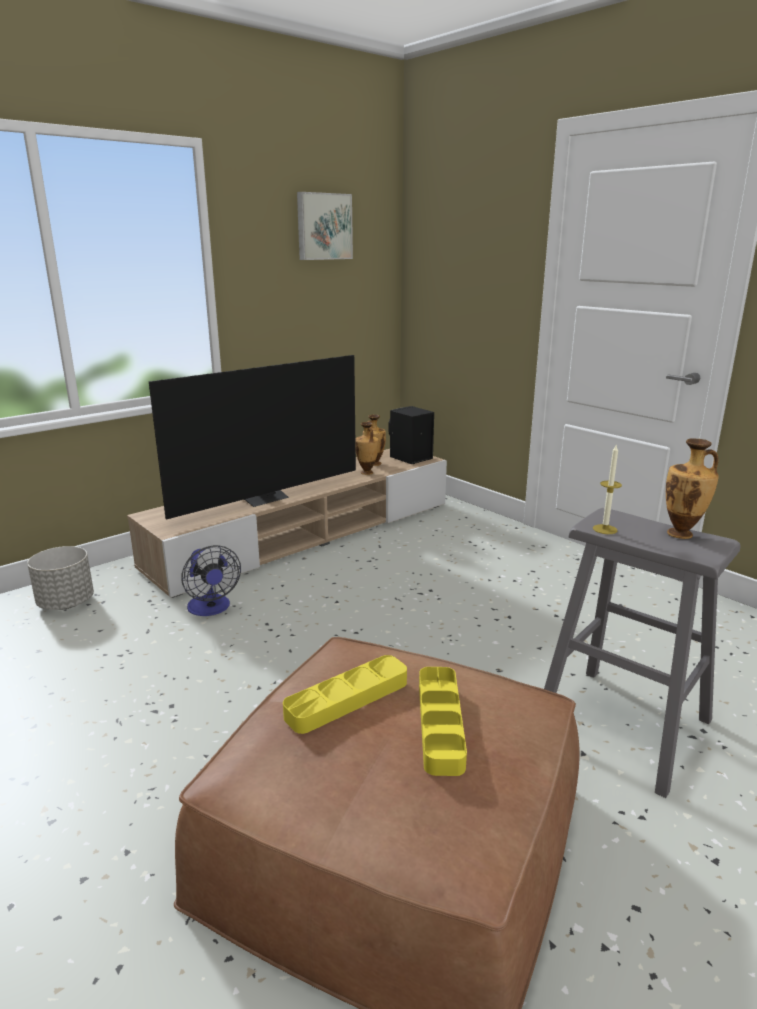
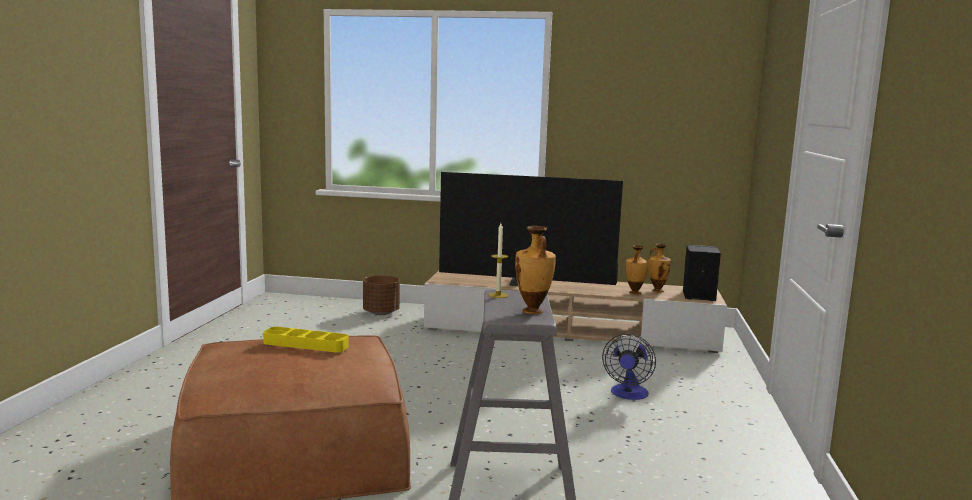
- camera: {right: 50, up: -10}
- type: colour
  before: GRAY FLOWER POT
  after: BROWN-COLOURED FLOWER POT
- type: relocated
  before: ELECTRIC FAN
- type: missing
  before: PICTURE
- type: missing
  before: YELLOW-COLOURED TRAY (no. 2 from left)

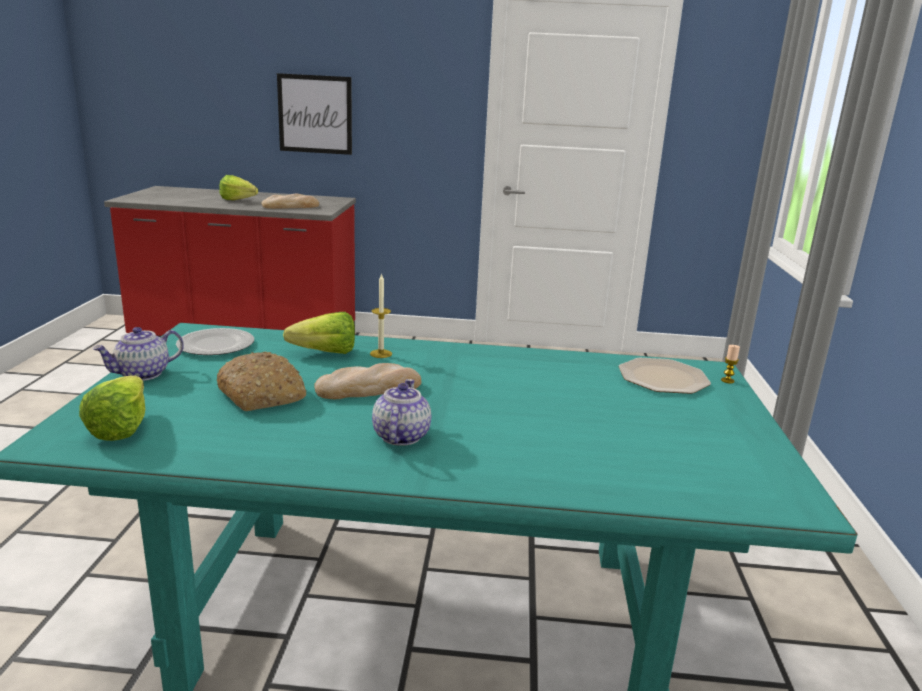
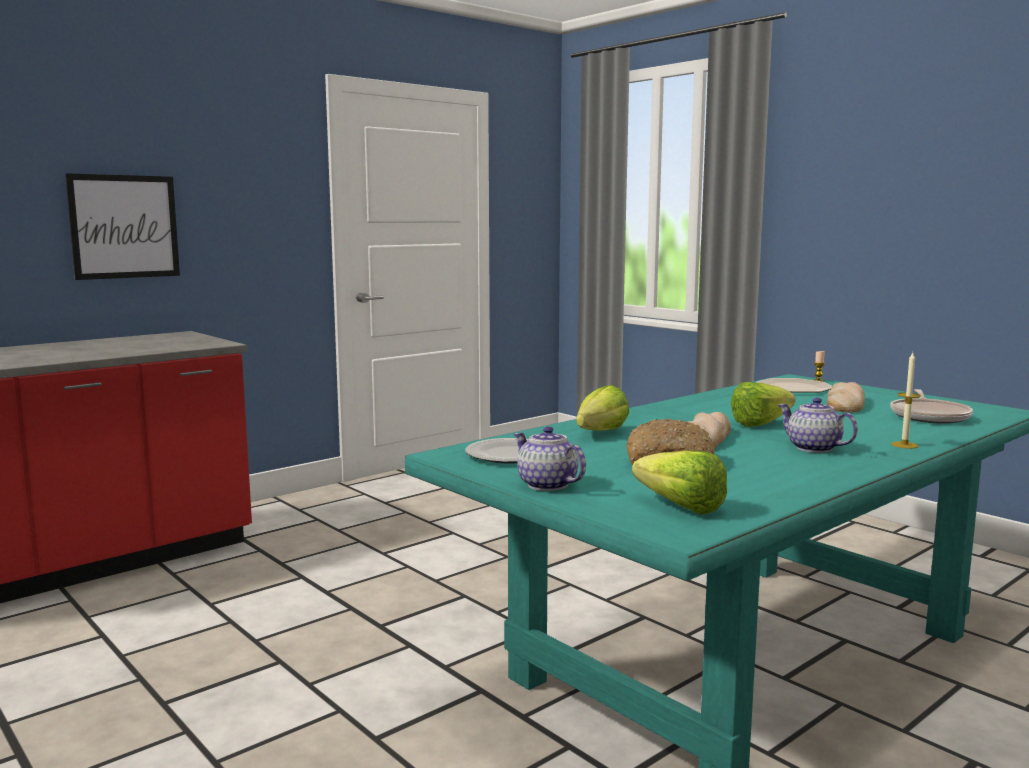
- camera: {right: -45, up: -10}
- type: spun
  before: POT FOR TEA (no. 1 from left)
  turn: 135
- type: relocated
  before: LETTUCE HEAD (no. 2 from left in the first image)
  after: LETTUCE HEAD (no. 3 from left)
- type: relocated
  before: BAKED BREAD (no. 2 from left in the first image)
  after: BAKED BREAD (no. 3 from left)
- type: appeared
  after: FRYING PAN
- type: relocated
  before: WAX LIGHT (no. 1 from left in the first image)
  after: WAX LIGHT (no. 2 from left)

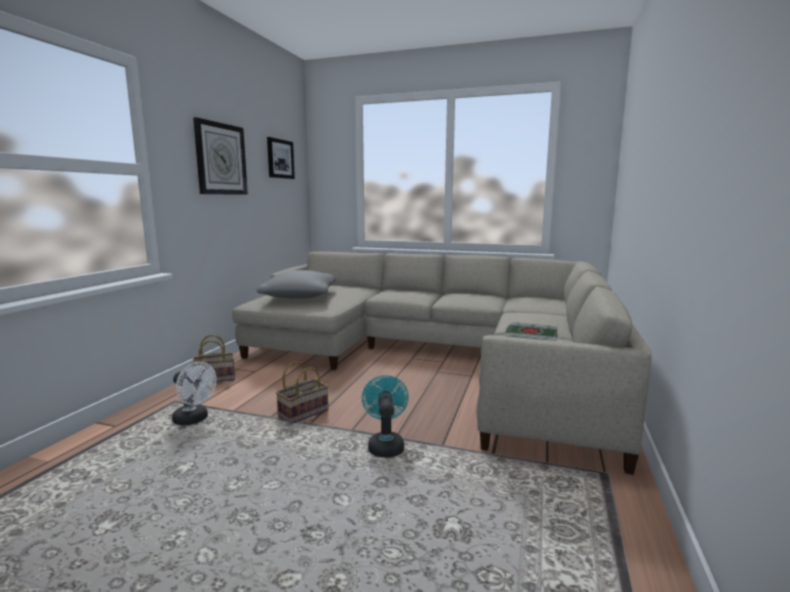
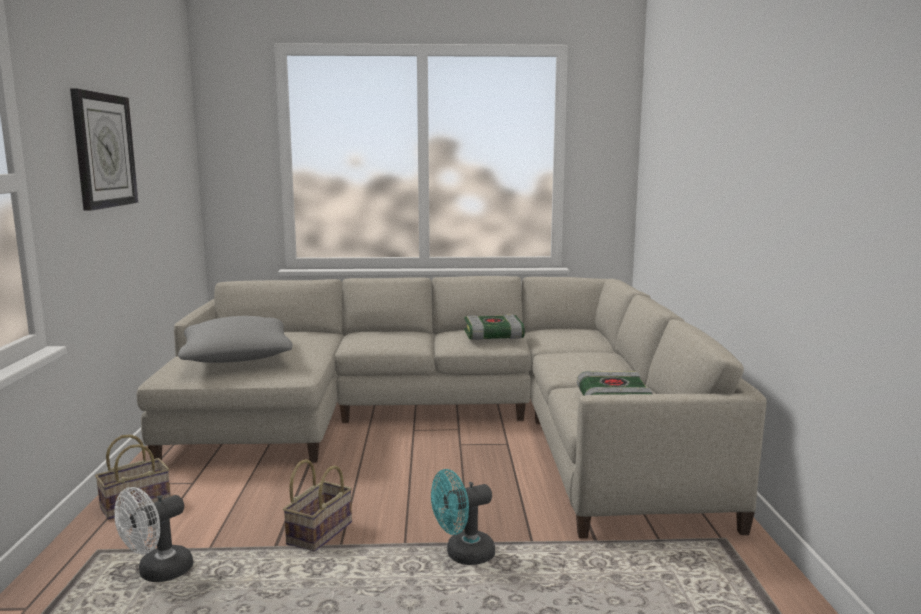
- camera: {right: -20, up: 0}
- type: spun
  before: WHITISH ELECTRIC FAN
  turn: 120
- type: spun
  before: TURQUOISE ELECTRIC FAN
  turn: -90
- type: appeared
  after: VOLUME (no. 1 from left)
- type: missing
  before: PICTURE

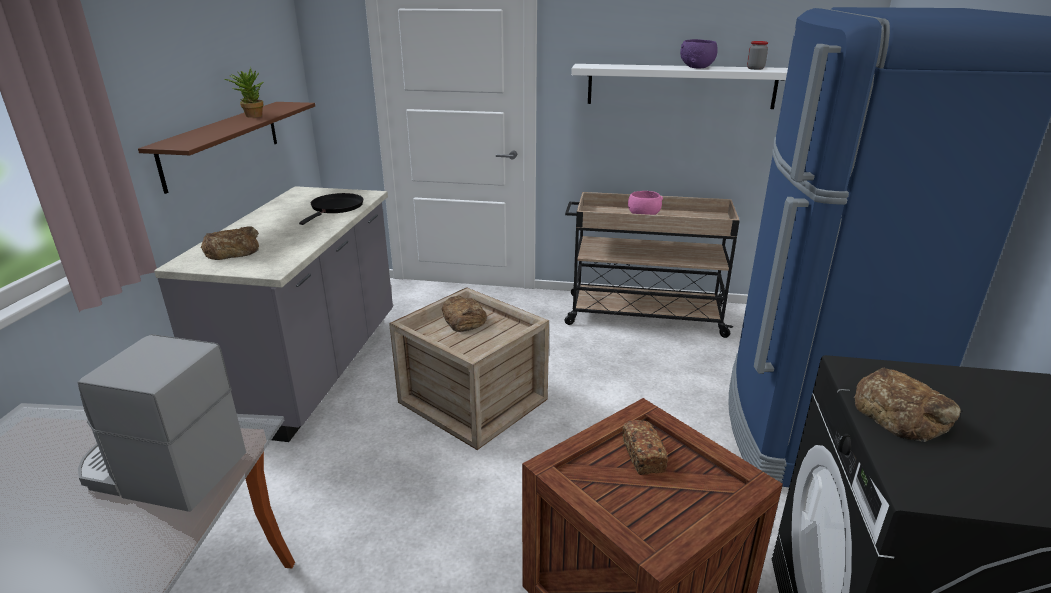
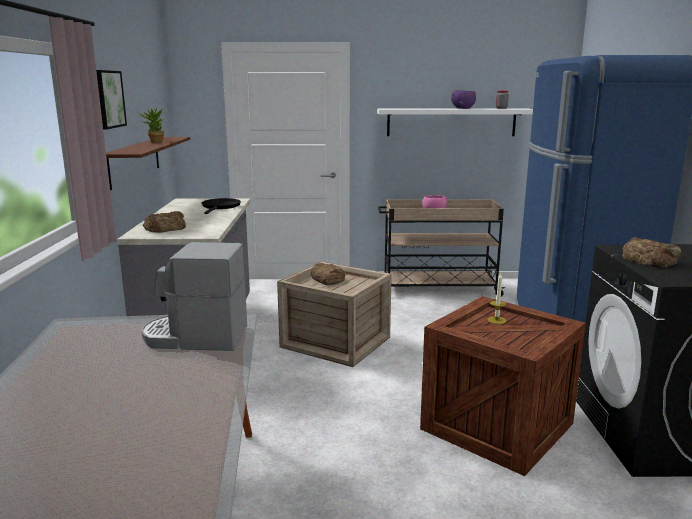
- camera: {right: -10, up: -10}
- type: appeared
  after: PICTURE
- type: exchanged
  before: BAKED BREAD (no. 3 from left)
  after: WAX LIGHT

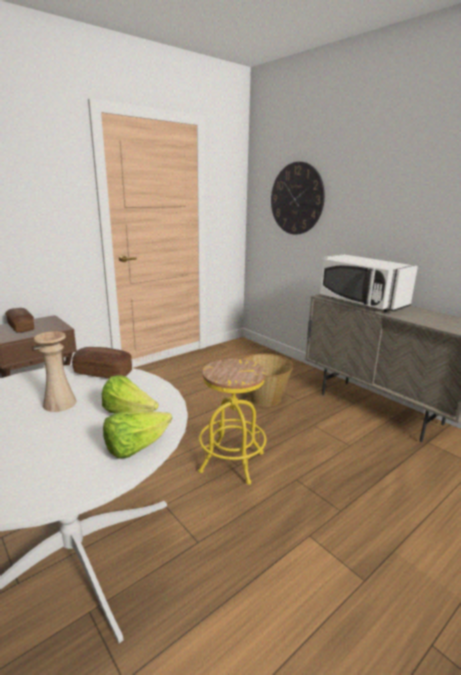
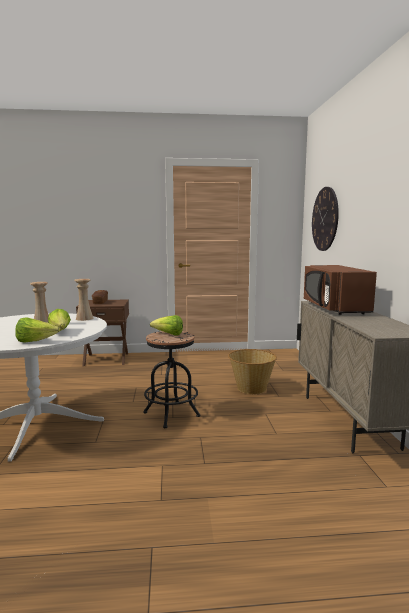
- camera: {right: 35, up: -10}
- type: exchanged
  before: BAKED BREAD (no. 2 from left)
  after: SAND-COLOURED FLOWER VASE (no. 2 from left)
- type: colour
  before: YELLOW-COLOURED STOOL SEAT
  after: BLACK STOOL SEAT
- type: appeared
  after: LETTUCE HEAD (no. 3 from left)
- type: colour
  before: WHITISH MICROWAVE
  after: BROWN-COLOURED MICROWAVE

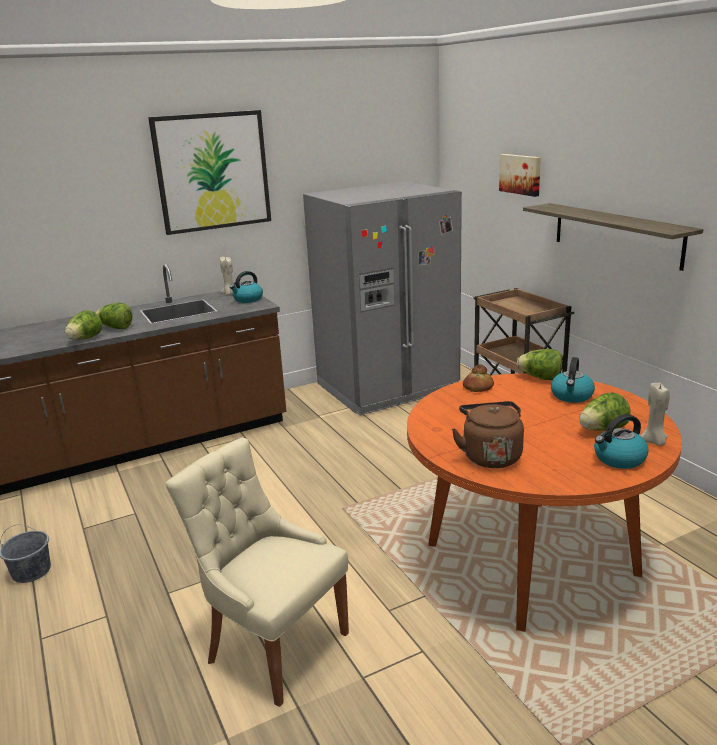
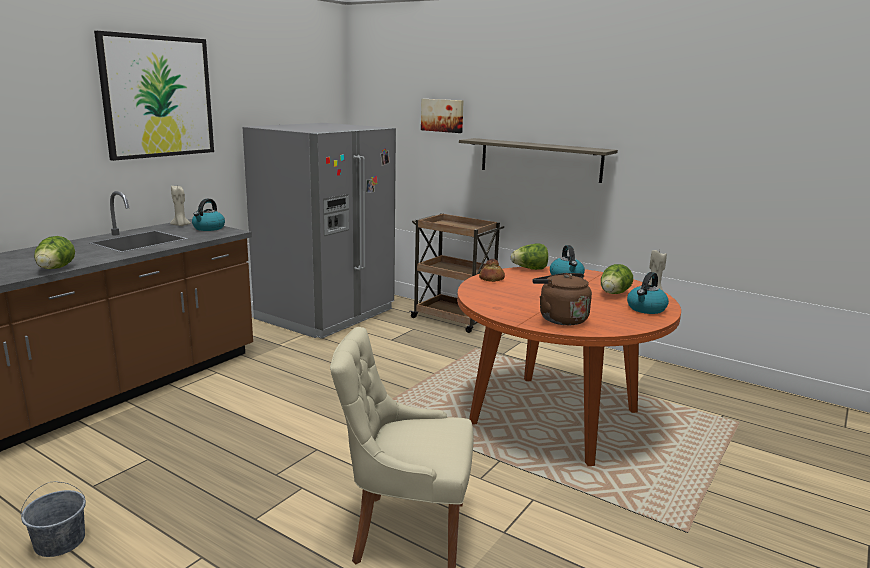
- camera: {right: -30, up: -5}
- type: missing
  before: LETTUCE HEAD (no. 2 from left)

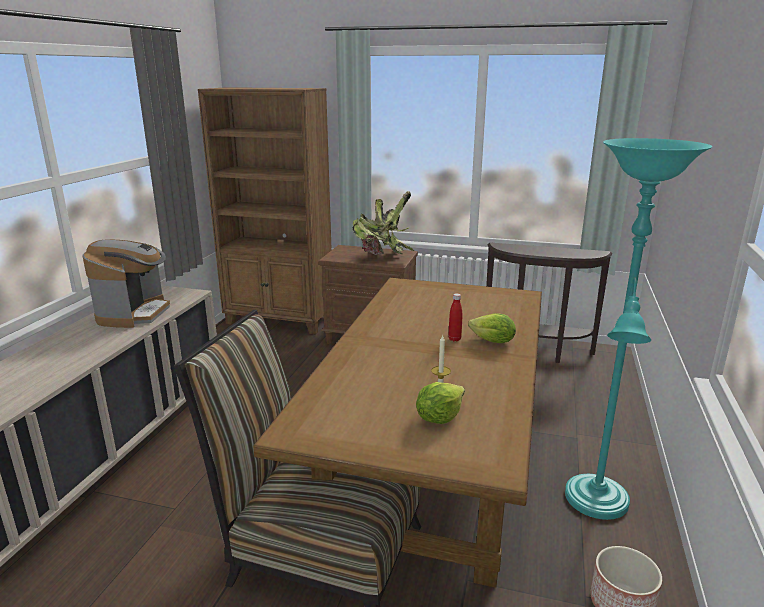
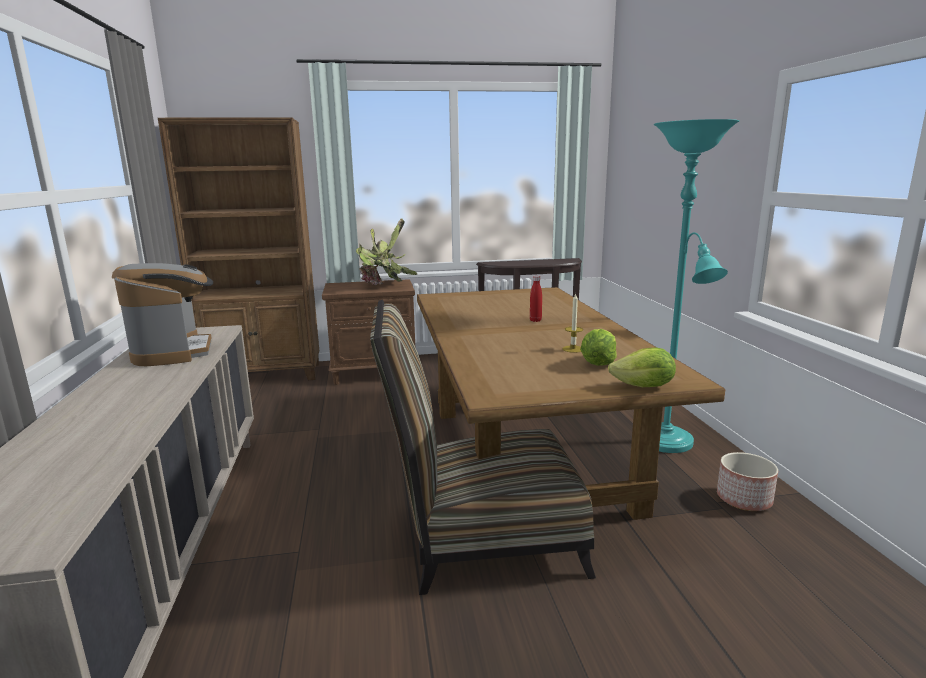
- camera: {right: -25, up: -5}
- type: relocated
  before: LETTUCE HEAD (no. 2 from left)

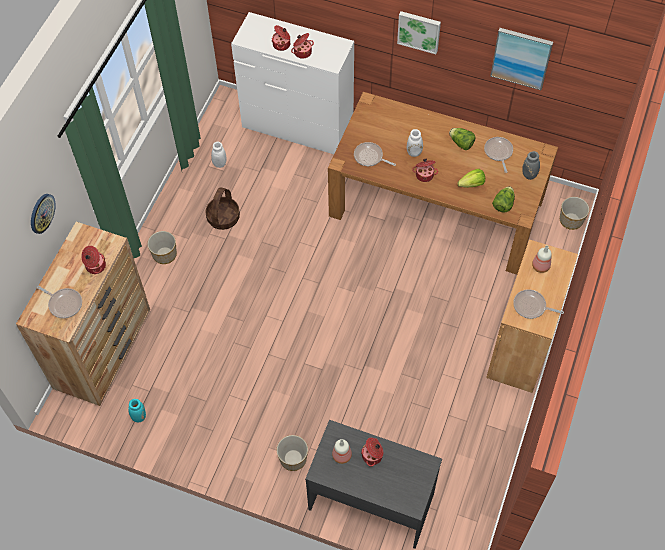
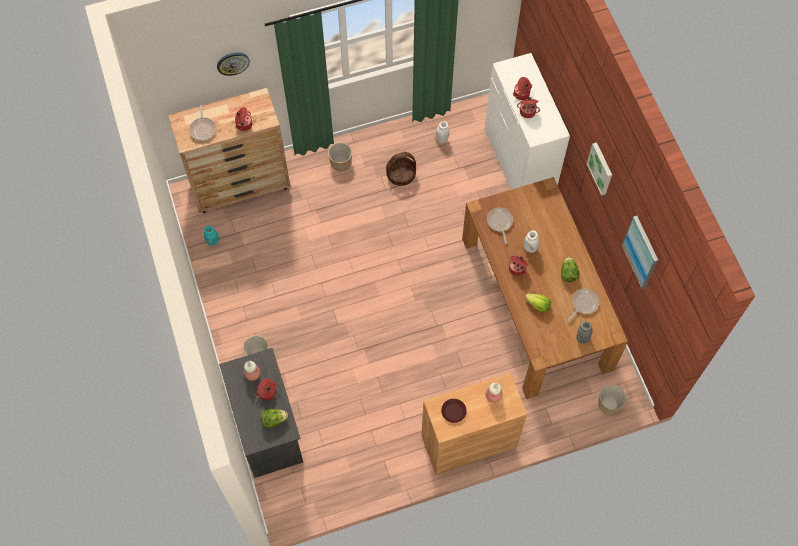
- camera: {right: 50, up: 5}
- type: relocated
  before: LETTUCE HEAD (no. 3 from left in the first image)
  after: LETTUCE HEAD (no. 1 from left)
- type: exchanged
  before: FRYING PAN (no. 4 from left)
  after: BROWN-COLOURED FLAT DISH

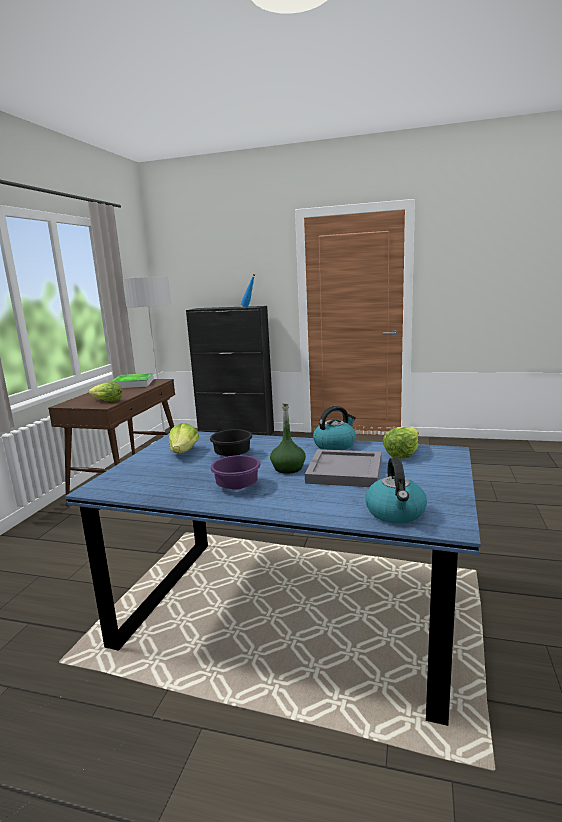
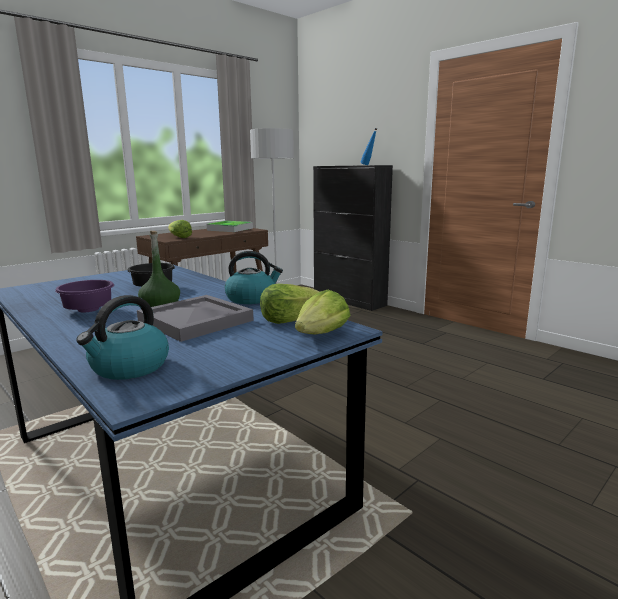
- camera: {right: 30, up: 0}
- type: relocated
  before: LETTUCE HEAD (no. 2 from left in the first image)
  after: LETTUCE HEAD (no. 3 from left)

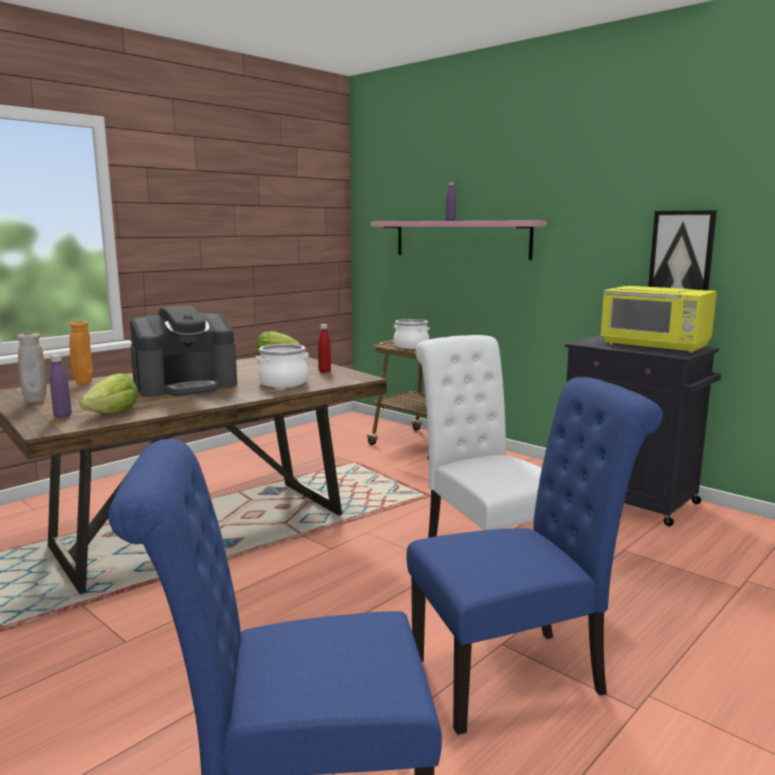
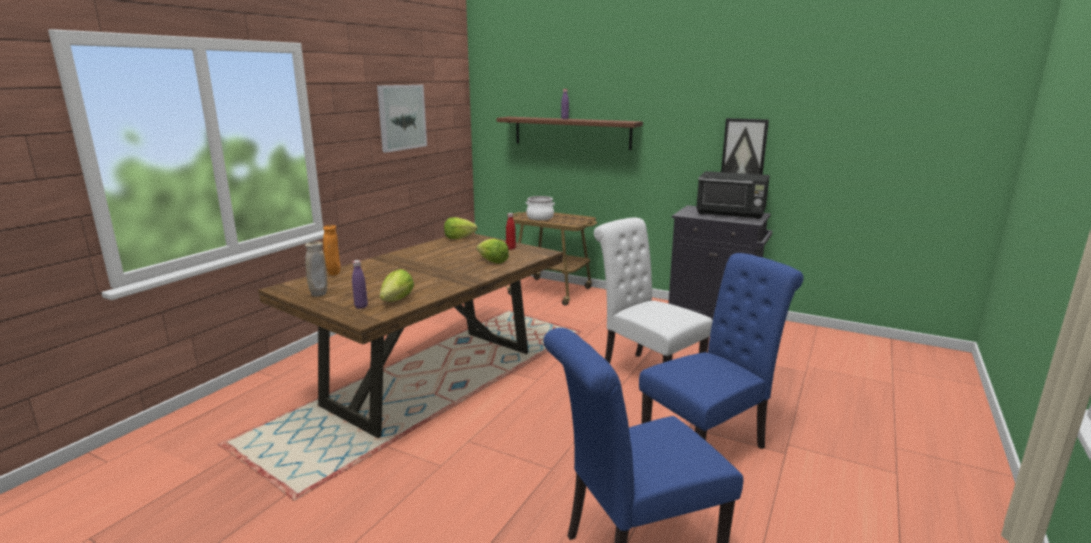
- camera: {right: -15, up: 5}
- type: appeared
  after: PICTURE (no. 1 from left)
- type: exchanged
  before: STOCKPOT (no. 1 from left)
  after: LETTUCE HEAD (no. 3 from left)
- type: colour
  before: PINK SHELF
  after: BROWN-COLOURED SHELF
- type: colour
  before: YELLOW-COLOURED MICROWAVE
  after: BLACK MICROWAVE
- type: missing
  before: COFFEE BREWER

